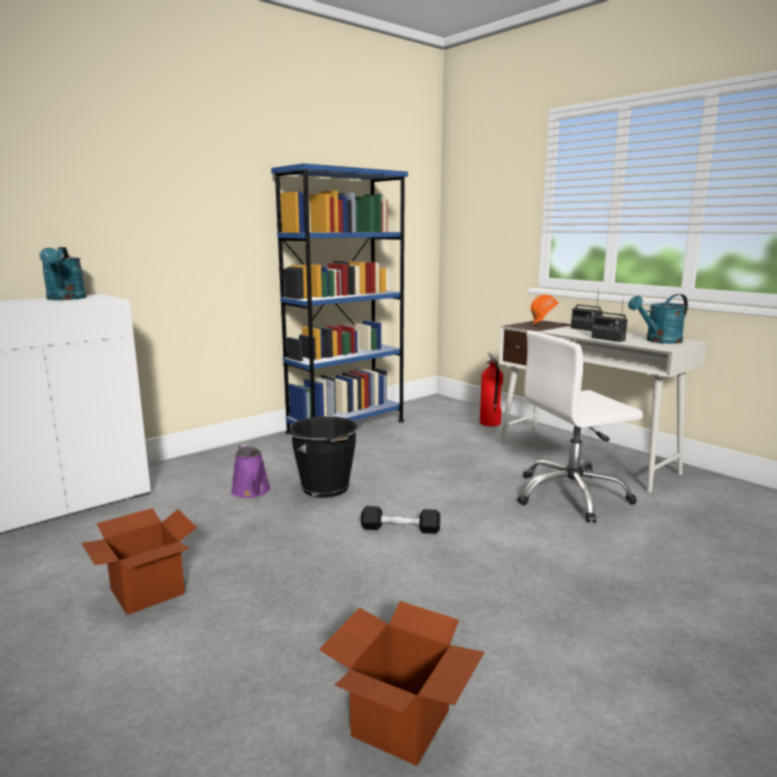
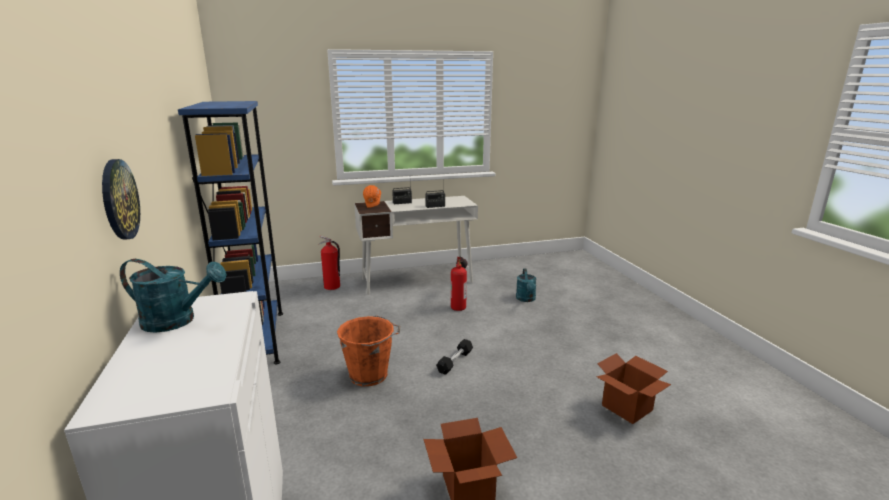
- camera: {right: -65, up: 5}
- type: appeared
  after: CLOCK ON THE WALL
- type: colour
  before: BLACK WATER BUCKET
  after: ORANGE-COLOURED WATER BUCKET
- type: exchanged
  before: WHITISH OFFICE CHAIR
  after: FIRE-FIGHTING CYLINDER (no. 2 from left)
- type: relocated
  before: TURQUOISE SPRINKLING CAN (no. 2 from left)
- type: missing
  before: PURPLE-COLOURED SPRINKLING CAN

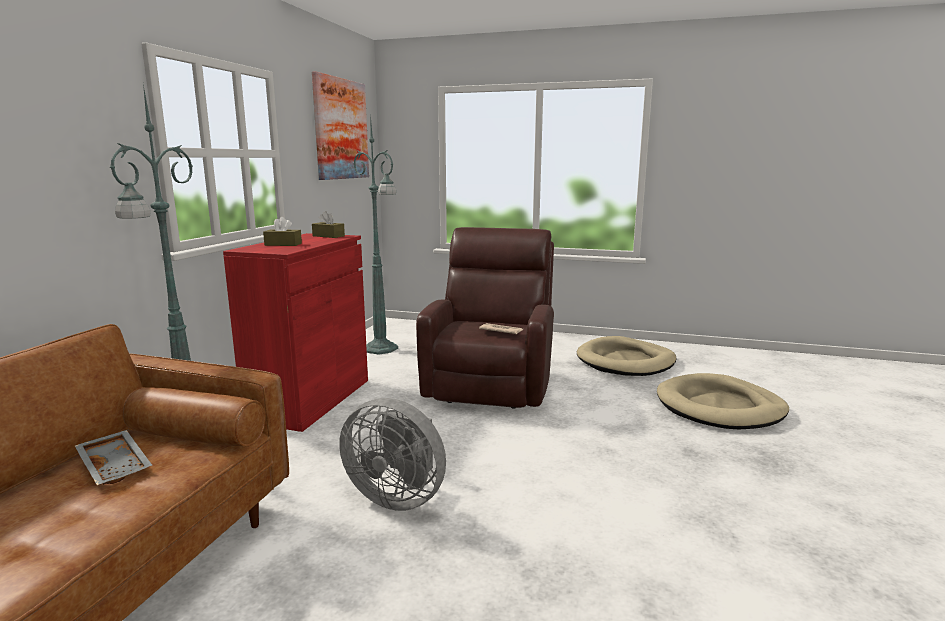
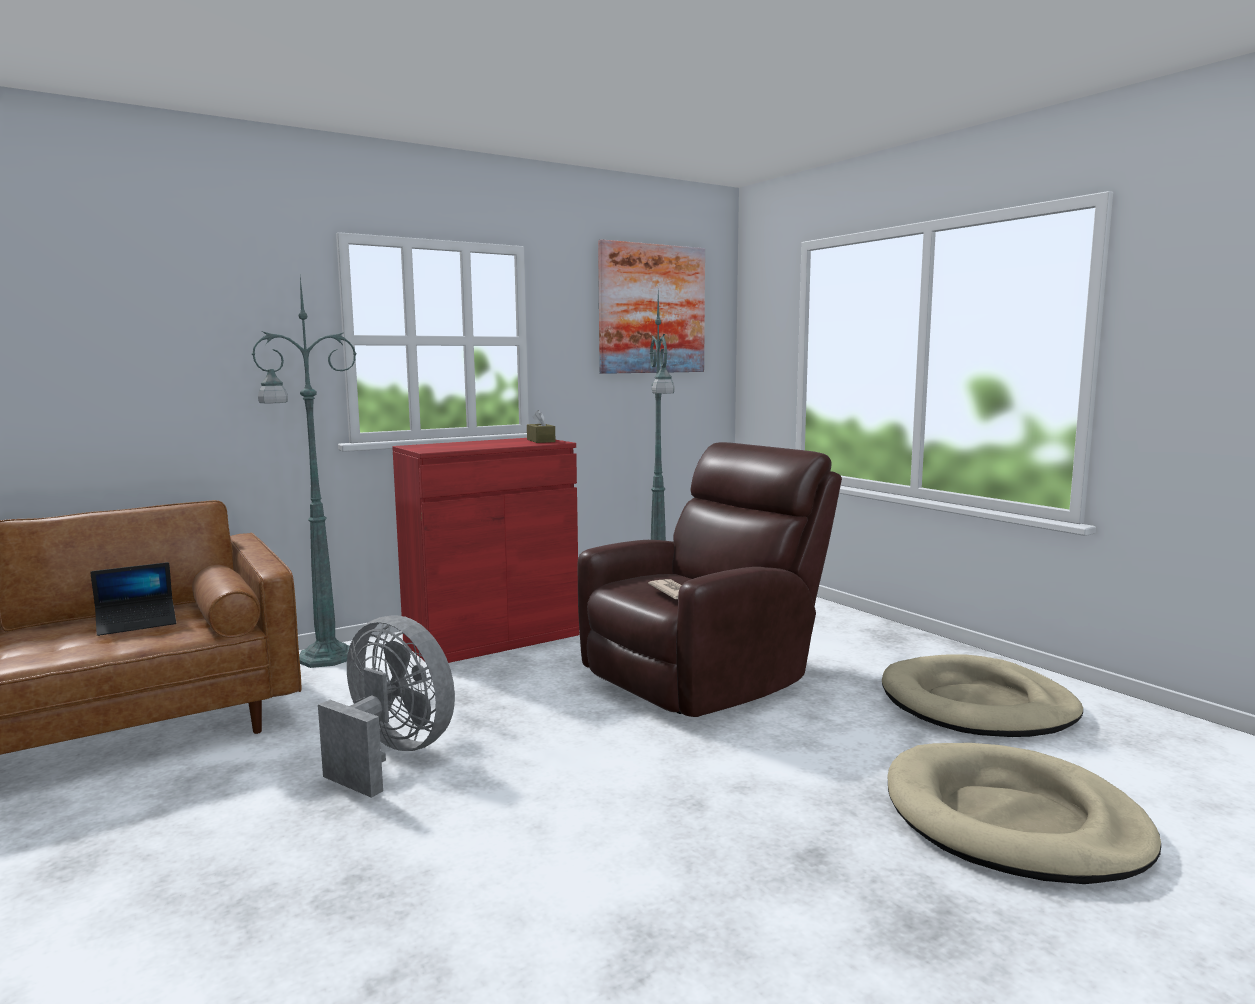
- camera: {right: 40, up: -5}
- type: exchanged
  before: GRAY TRAY
  after: PORTABLE COMPUTER
- type: spun
  before: GRAY ELECTRIC FAN
  turn: 150
- type: missing
  before: BROWN-COLOURED TISSUE HOLDER (no. 1 from left)

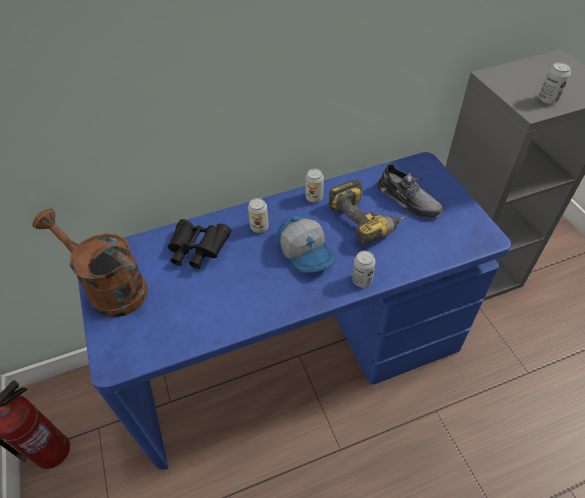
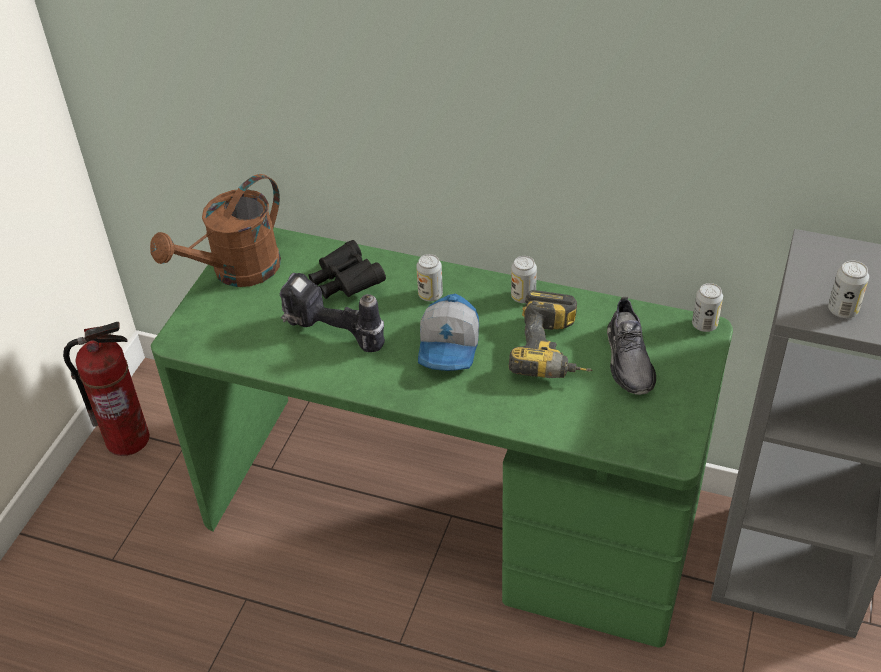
- camera: {right: 40, up: -5}
- type: spun
  before: BROWN-COLOURED SPRINKLING CAN
  turn: -120
- type: colour
  before: BLUE-COLOURED DESK
  after: GREENISH DESK
- type: appeared
  after: DRILL (no. 1 from left)
- type: relocated
  before: CAN (no. 3 from left)

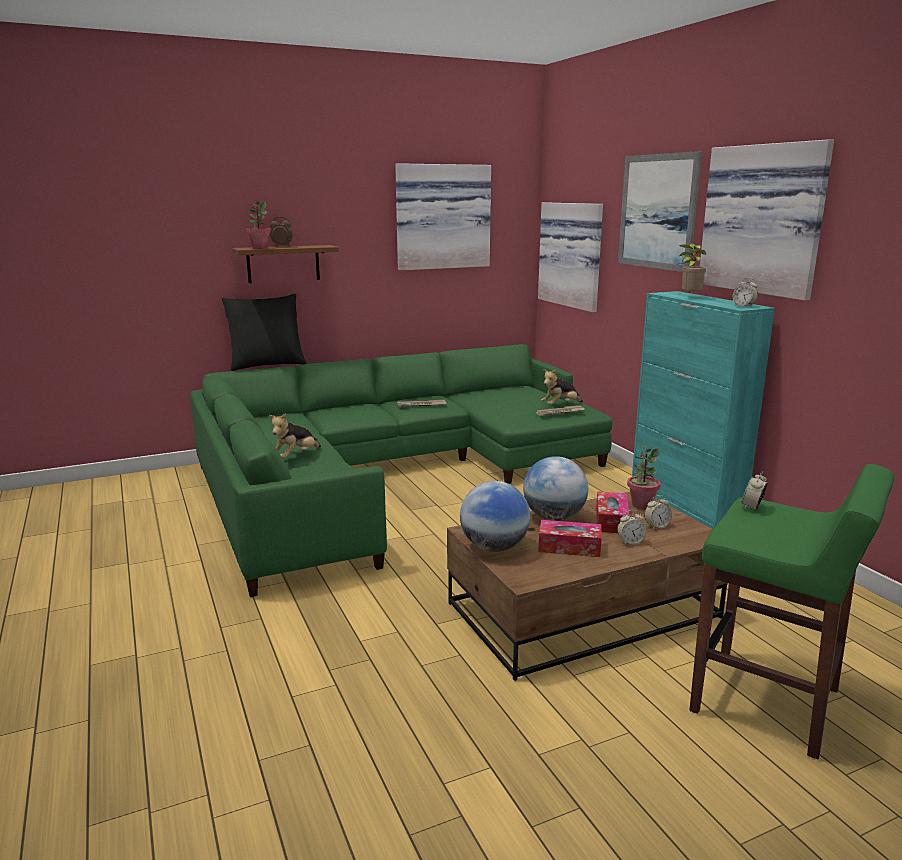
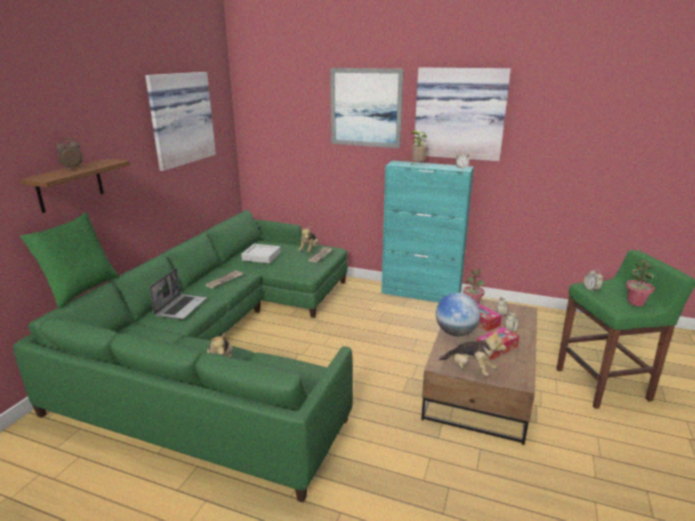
- camera: {right: -45, up: 5}
- type: colour
  before: BLACK THROW PILLOW
  after: GREENISH THROW PILLOW
- type: appeared
  after: PORTABLE COMPUTER
- type: appeared
  after: GRAY TRAY
- type: exchanged
  before: DESK GLOBE (no. 1 from left)
  after: SOFT TOY (no. 3 from left)
- type: relocated
  before: HOUSEPLANT (no. 1 from left in the first image)
  after: HOUSEPLANT (no. 3 from left)
- type: missing
  before: PICTURE (no. 2 from left)

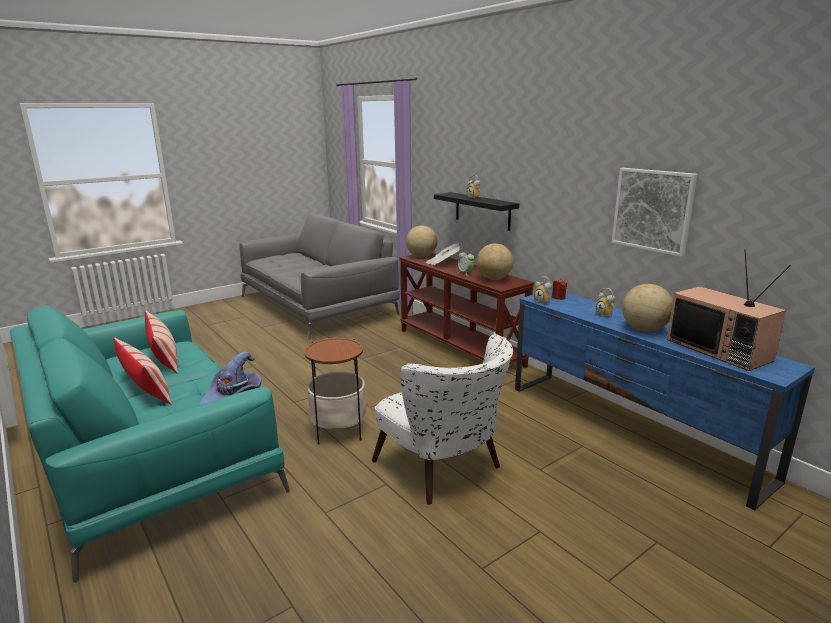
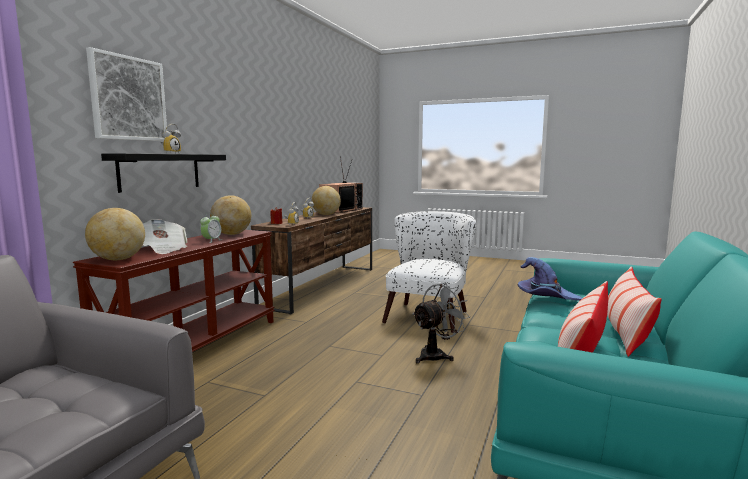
- camera: {right: -120, up: -10}
- type: relocated
  before: PICTURE
- type: colour
  before: BLUE-COLOURED TV STAND
  after: BROWN-COLOURED TV STAND
- type: exchanged
  before: ACCENT TABLE
  after: GRAY ELECTRIC FAN

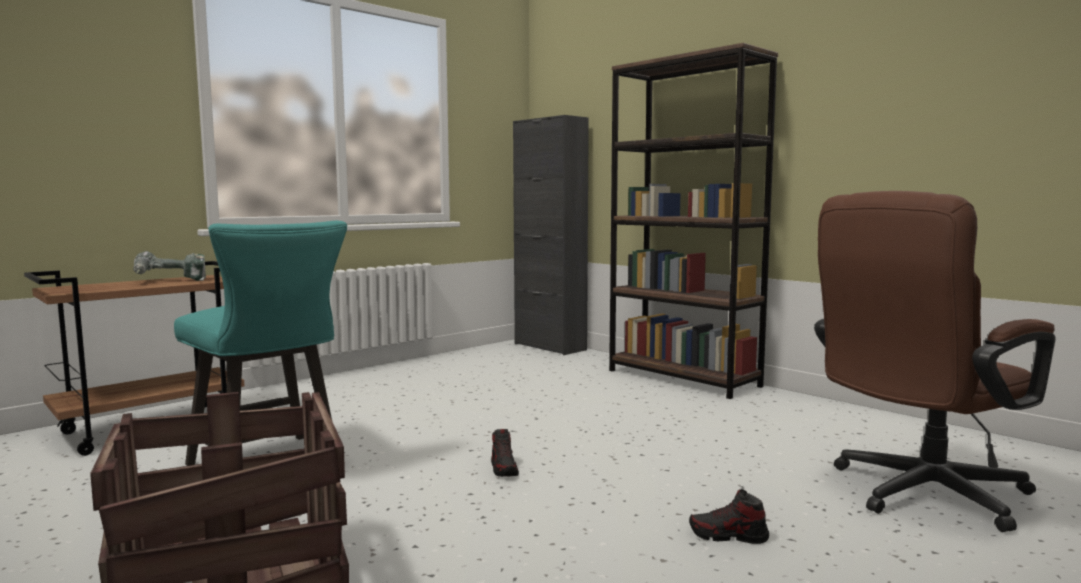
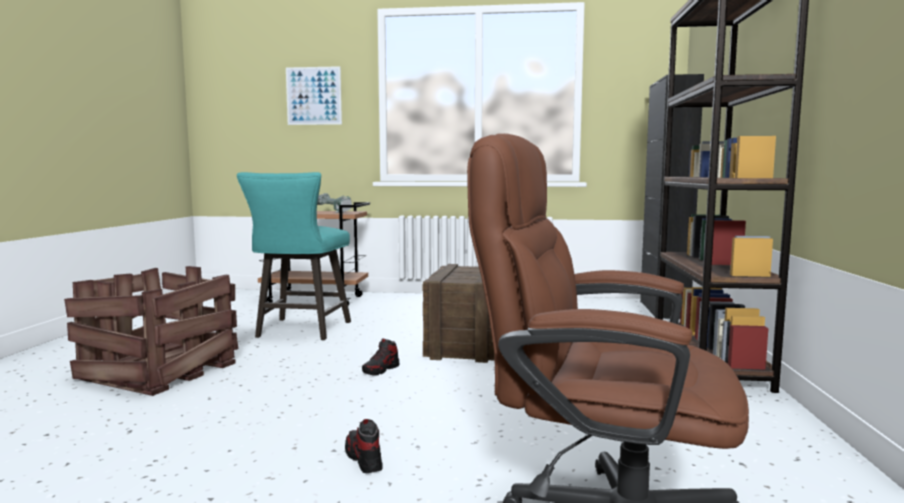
- camera: {right: 50, up: 0}
- type: appeared
  after: PICTURE
- type: appeared
  after: CRATE (no. 2 from left)

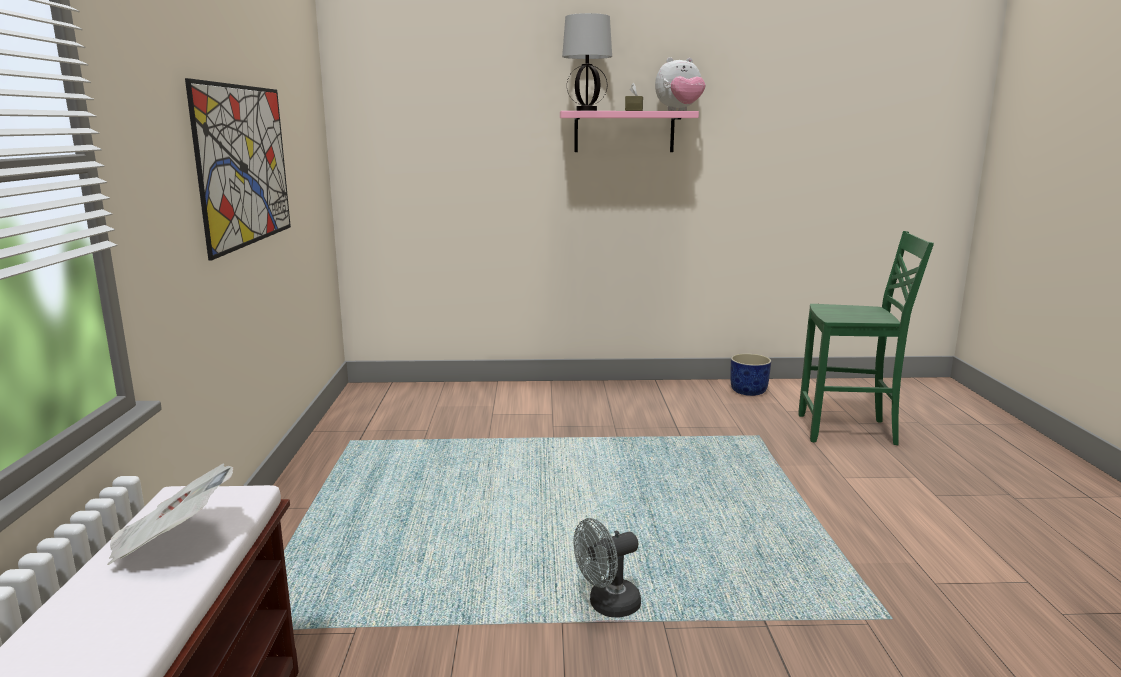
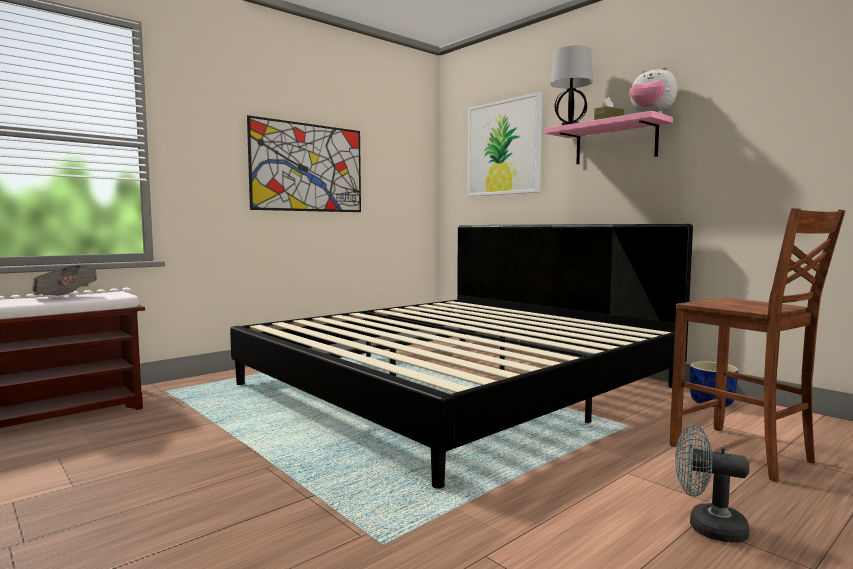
- camera: {right: 50, up: -10}
- type: appeared
  after: SLEEPING BED
- type: appeared
  after: PICTURE (no. 2 from left)
- type: colour
  before: GREENISH UPRIGHT CHAIR
  after: BROWN-COLOURED UPRIGHT CHAIR
- type: relocated
  before: GRAY ELECTRIC FAN

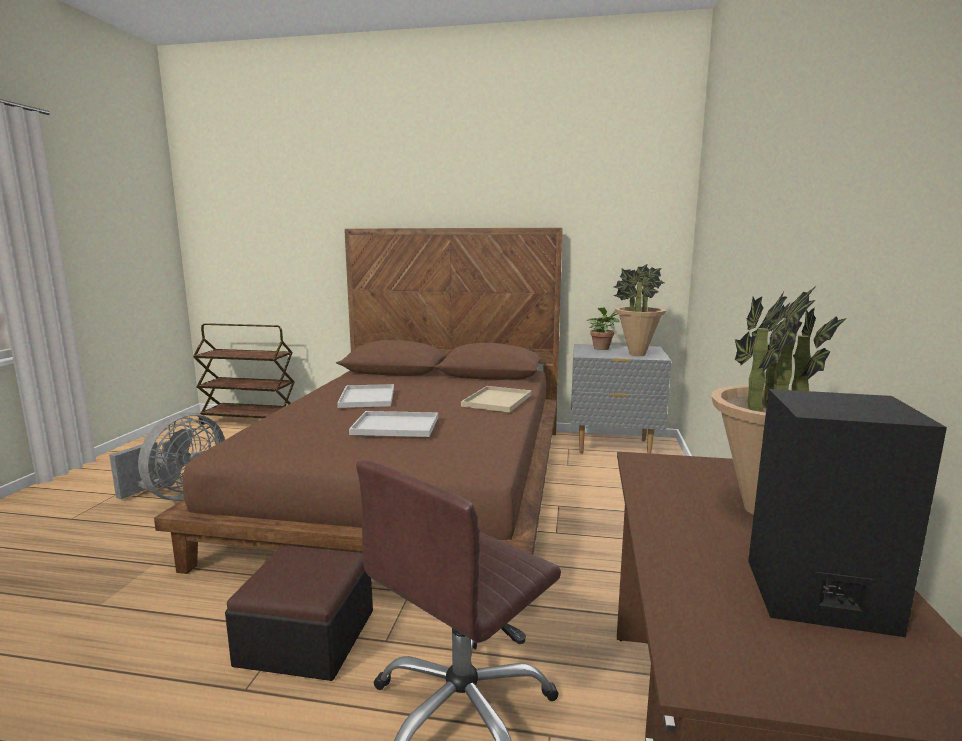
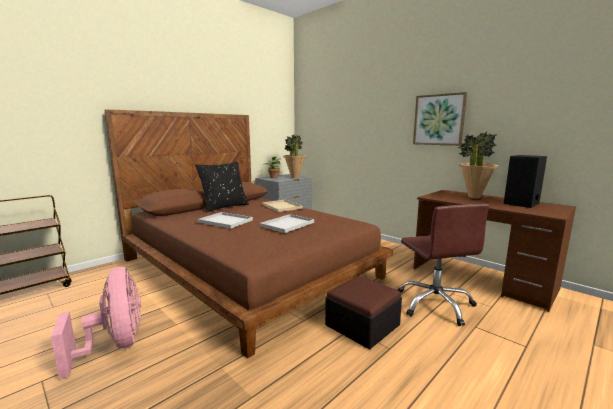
- camera: {right: -55, up: 0}
- type: colour
  before: GRAY ELECTRIC FAN
  after: PINK ELECTRIC FAN
- type: appeared
  after: BLACK THROW PILLOW
- type: appeared
  after: PICTURE

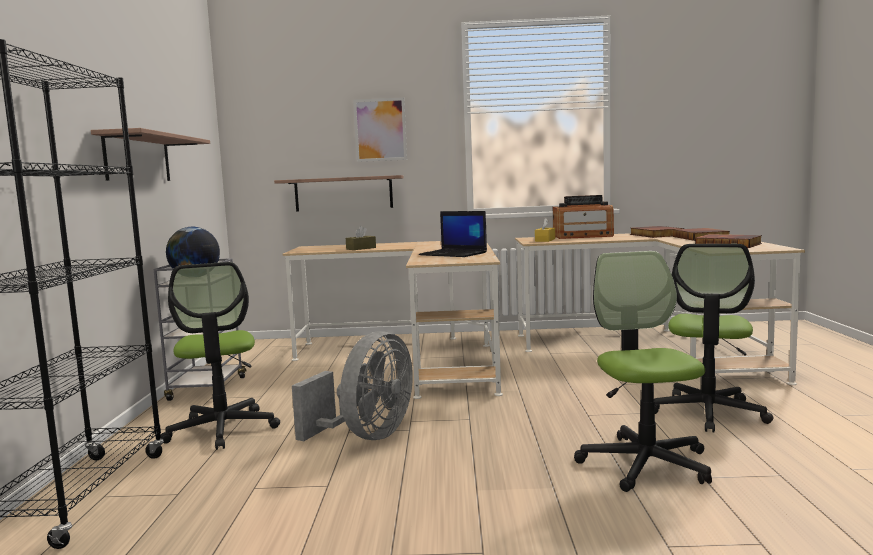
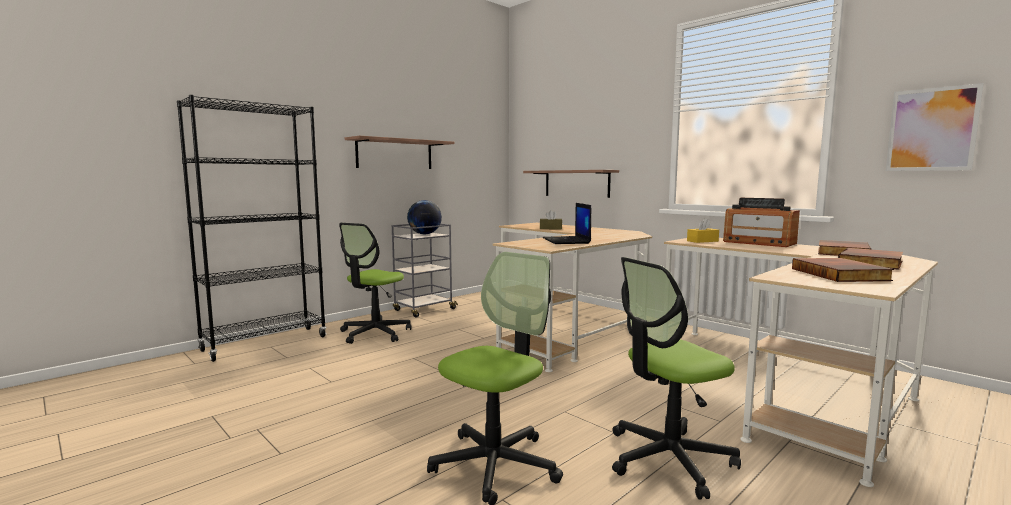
- camera: {right: 45, up: 0}
- type: relocated
  before: PICTURE
- type: missing
  before: GRAY ELECTRIC FAN

